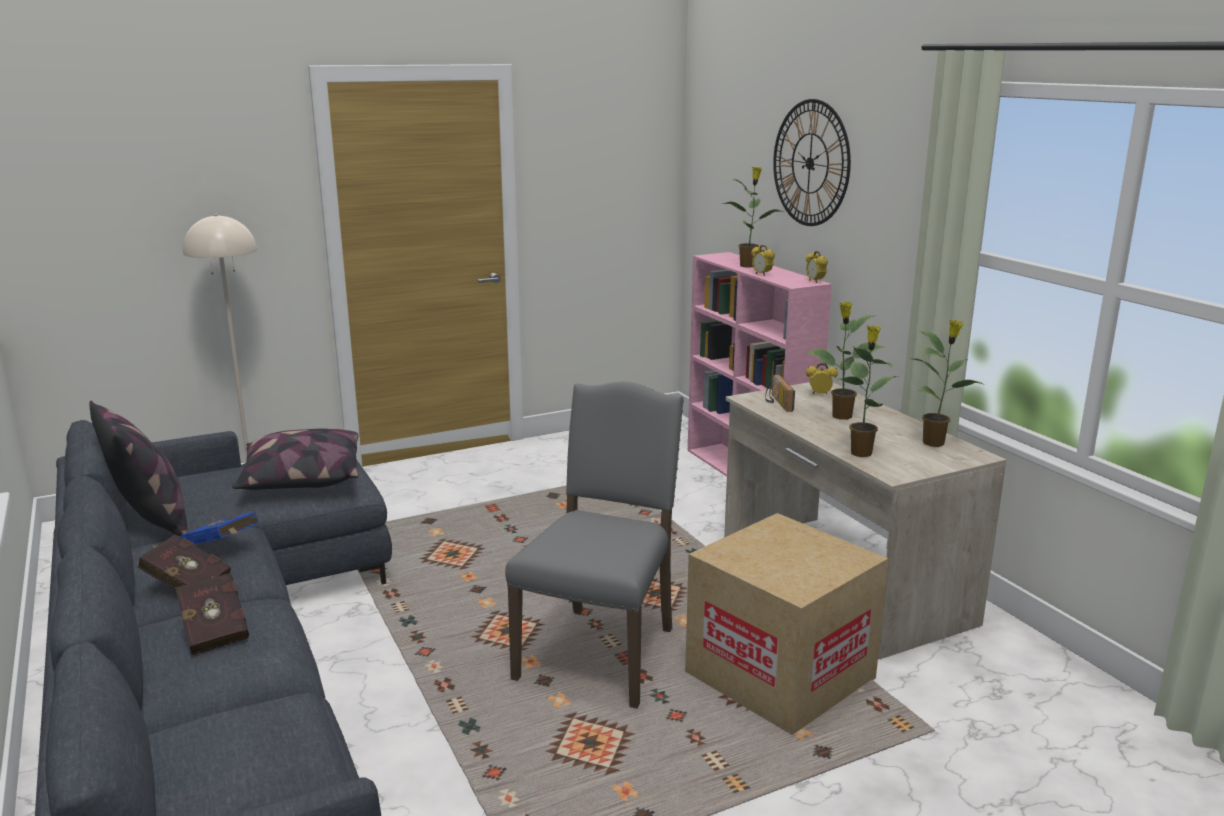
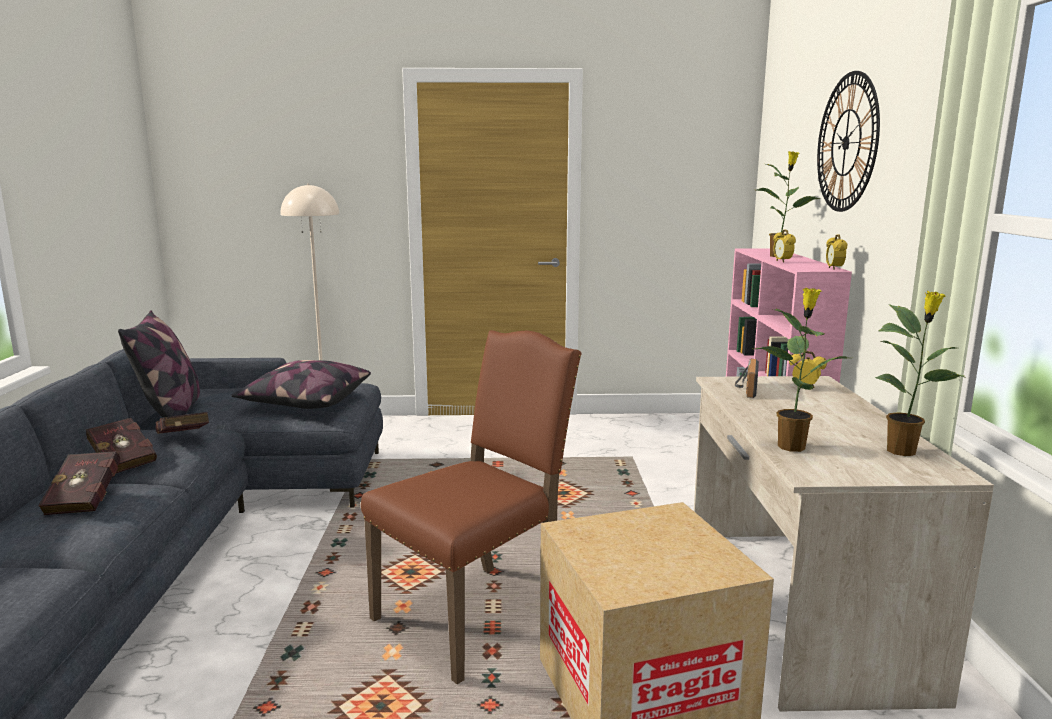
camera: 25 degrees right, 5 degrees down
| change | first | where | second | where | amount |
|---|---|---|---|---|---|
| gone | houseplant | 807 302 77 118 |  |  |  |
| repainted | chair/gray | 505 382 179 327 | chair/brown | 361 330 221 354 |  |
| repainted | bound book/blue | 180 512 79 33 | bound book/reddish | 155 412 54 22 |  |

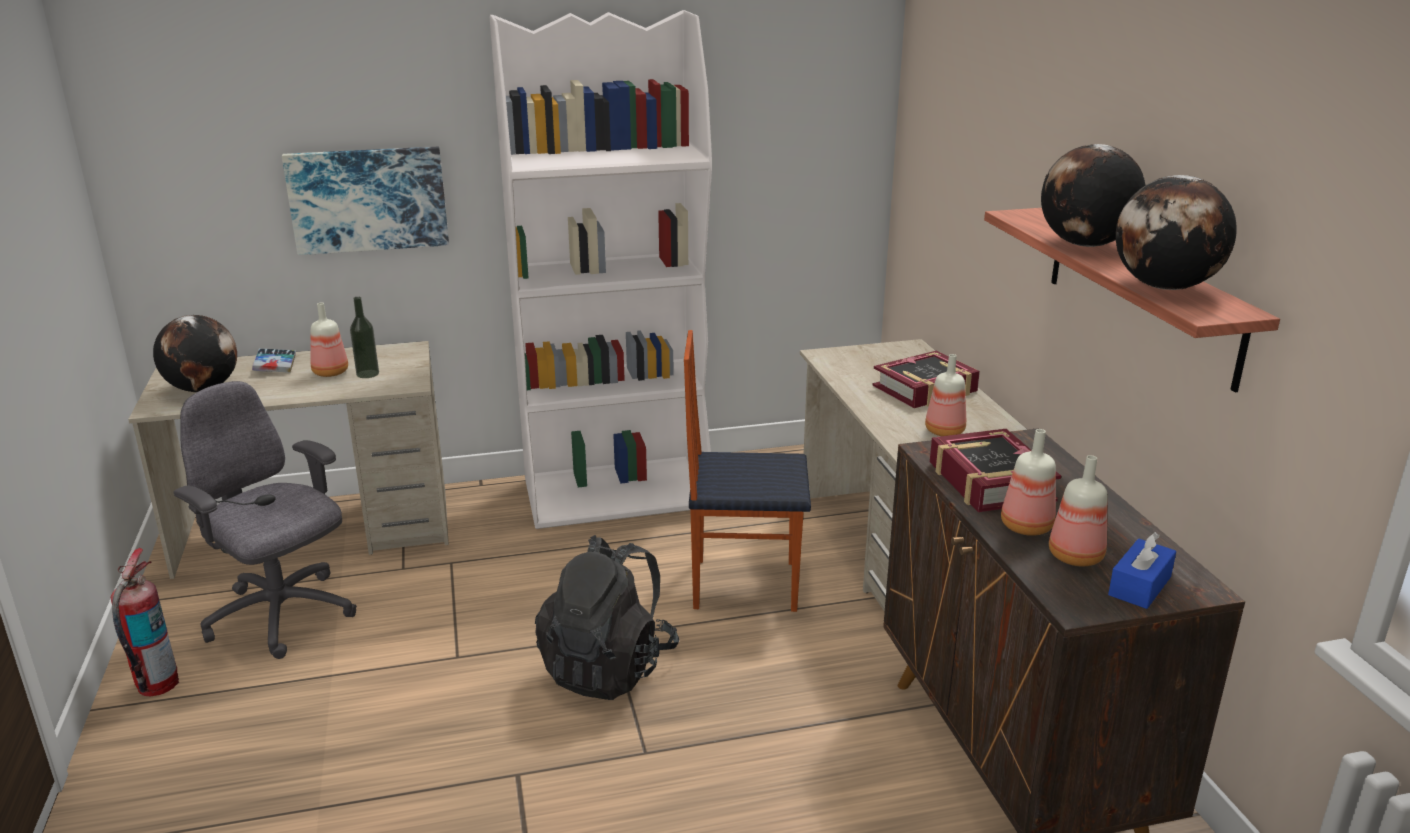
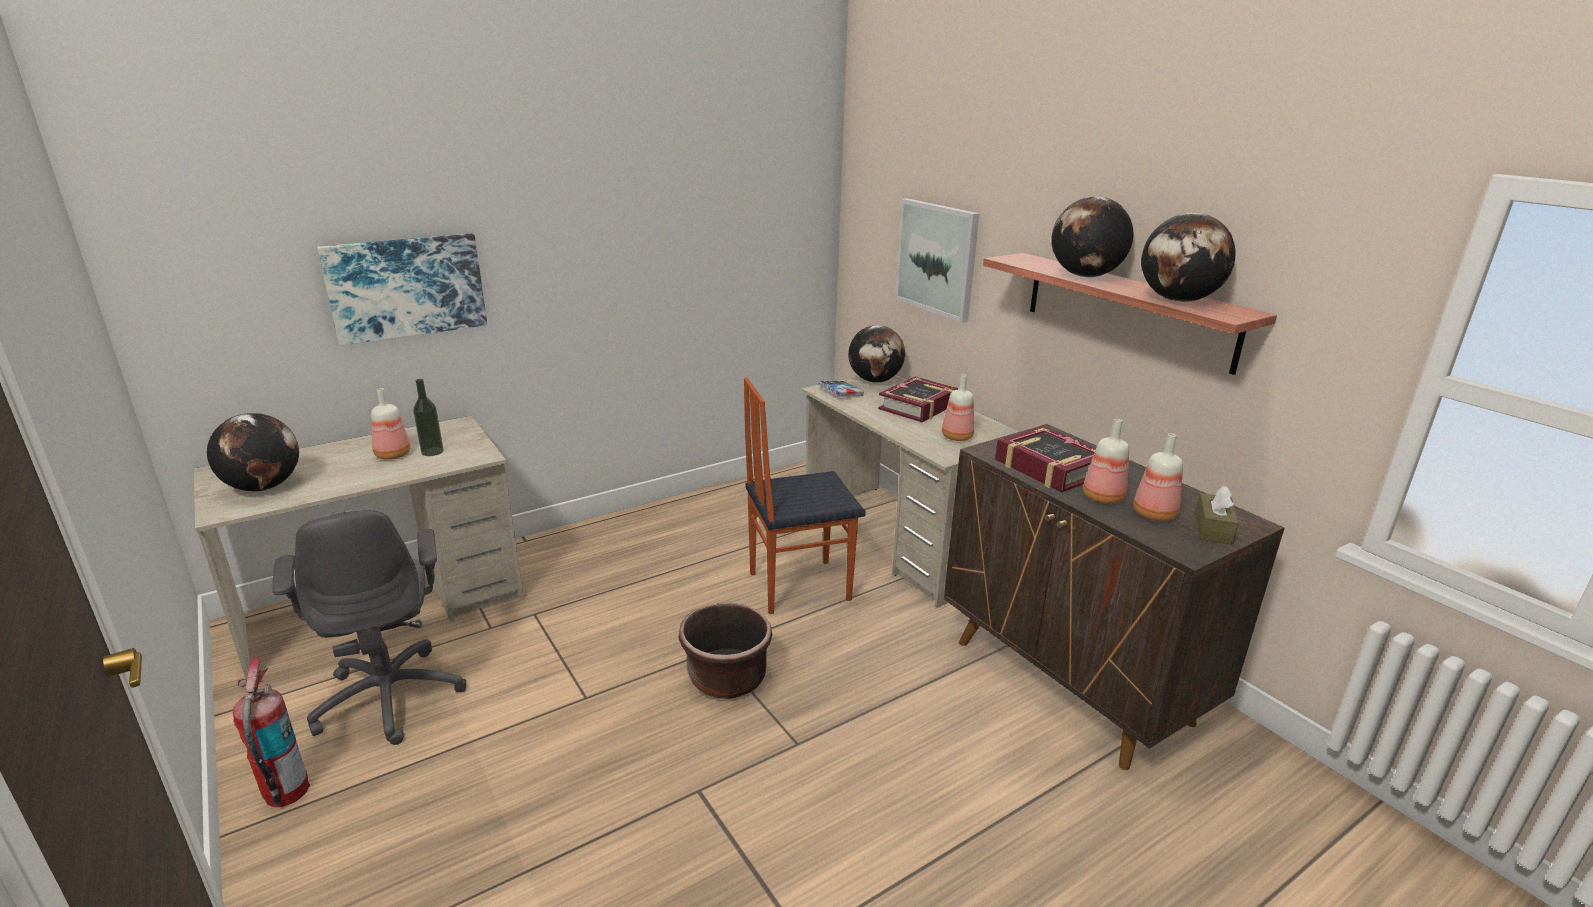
camera: 20 degrees left, 0 degrees up
| change | first | where | second | where | amount |
|---|---|---|---|---|---|
| gone | bookshelf/whitish | 490 10 222 519 |  |  |  |
| shifted | bound book | 252 348 44 25 |  | 818 380 46 17 |  |
| rotated | computer chair/gray | 173 381 184 278 |  | 272 509 194 236 | 135 degrees counterclockwise |
| repainted | tissue holder/blue | 1108 532 68 77 | tissue holder/brown | 1195 485 44 60 |  |
| swapped | rucksack/blackish | 535 535 144 165 | planter/brown | 678 603 94 96 |  |
| new |  |  | wall picture | 895 198 85 125 |  |
| new |  |  | globe | 848 325 57 58 |  |

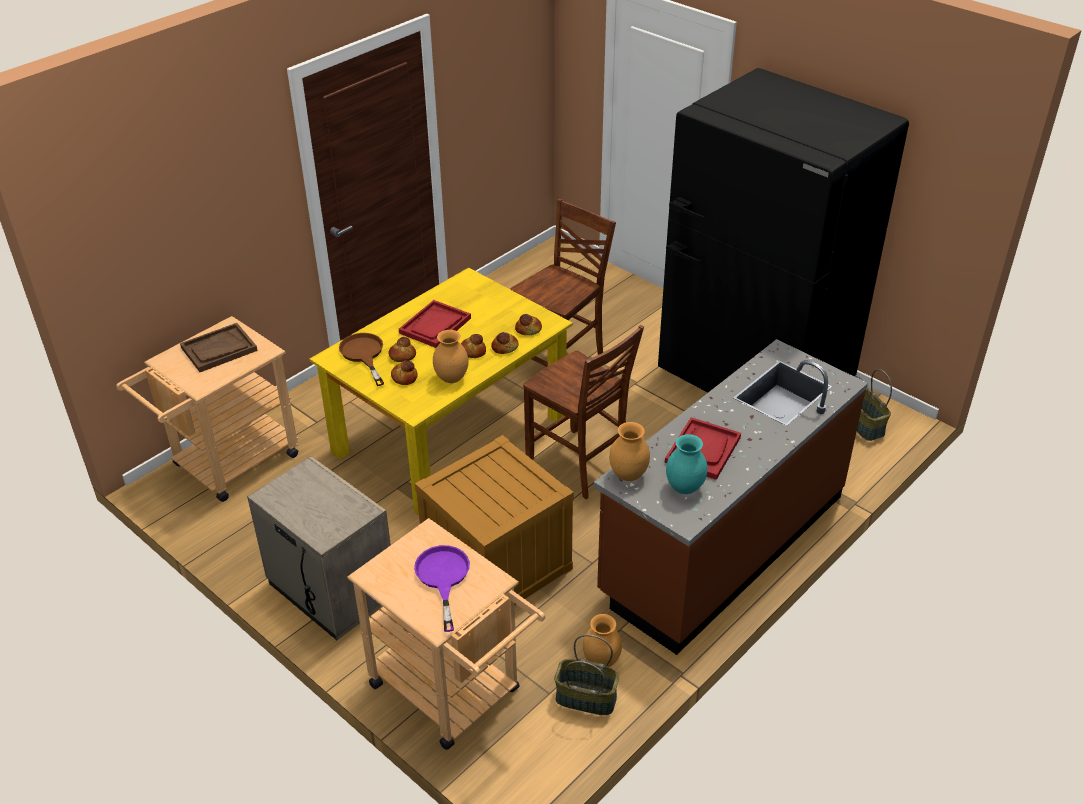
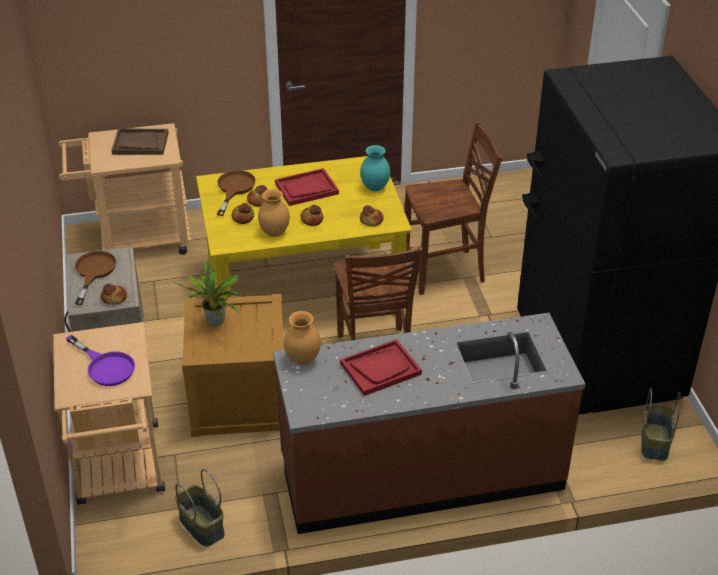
camera: 35 degrees right, 0 degrees up
| change | first | where | second | where | amount |
|---|---|---|---|---|---|
| shifted | bread | 491 332 28 22 |  | 101 284 26 21 |  |
| shifted | decorative vase/blue-green | 666 434 42 60 |  | 360 145 30 46 |  |
| rotated | skillet/purple-coloured | 414 545 56 87 |  | 66 335 69 51 | 105 degrees clockwise |
| gone | decorative vase/brown | 583 614 39 53 |  |  |  |
| new |  |  | skillet/brown | 75 251 42 54 |  |
| new |  |  | houseplant | 174 261 66 65 |  |

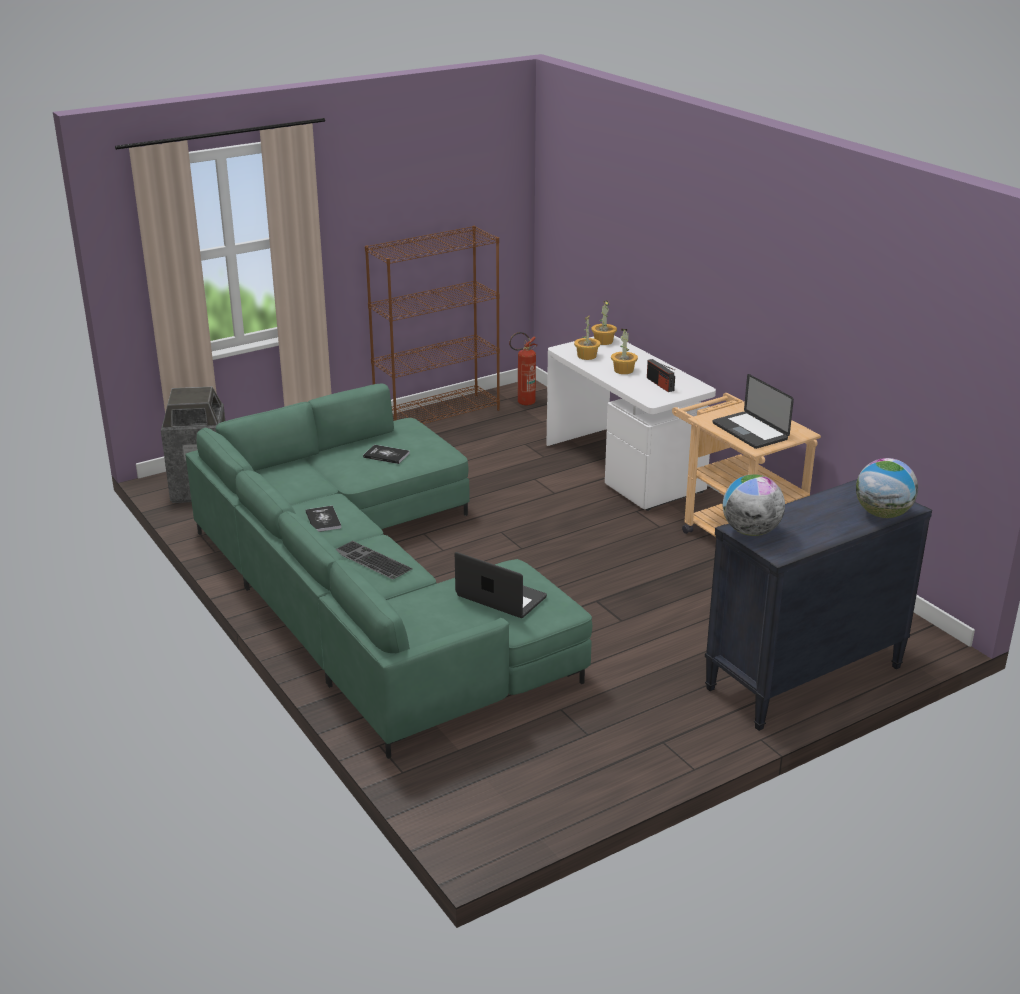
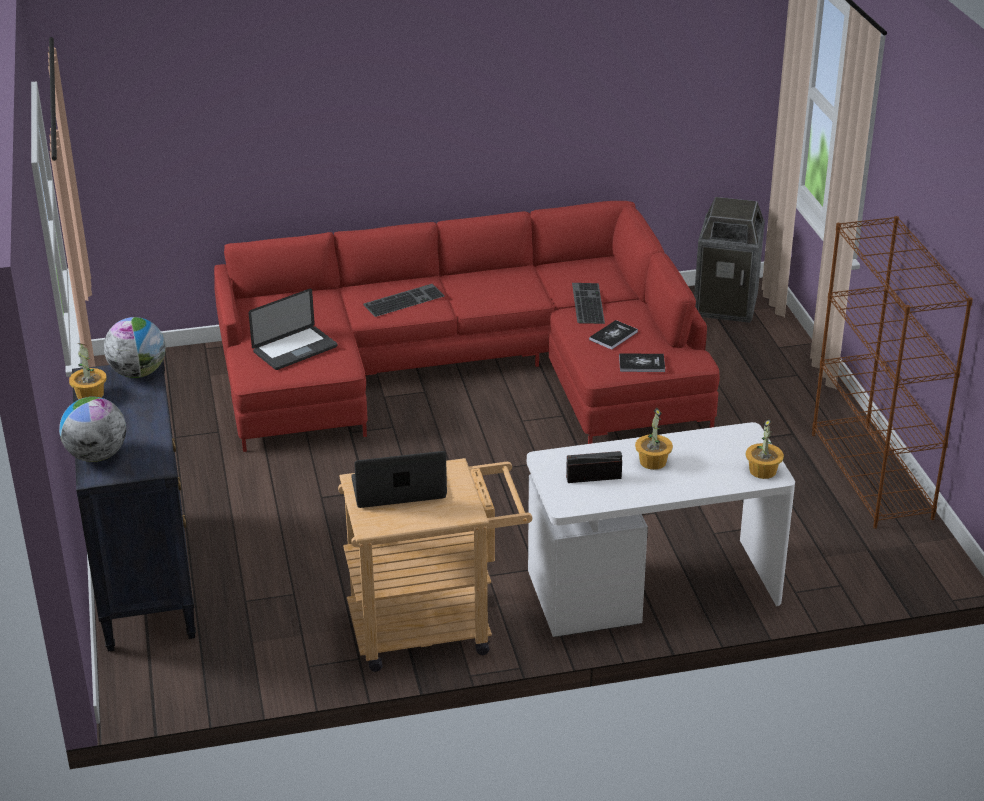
camera: 110 degrees right, 5 degrees up
| change | first | where | second | where | amount |
|---|---|---|---|---|---|
| shifted | houseplant | 574 315 27 45 |  | 69 343 38 56 |  |
| gone | fire-fighting cylinder | 509 332 28 73 |  |  |  |
| repainted | settee/green | 185 384 407 375 | settee/reddish | 214 201 506 251 |  |
| shifted | bound book | 306 505 35 27 |  | 619 353 46 19 |  |
| new |  |  | keyboard | 572 283 33 41 |  |

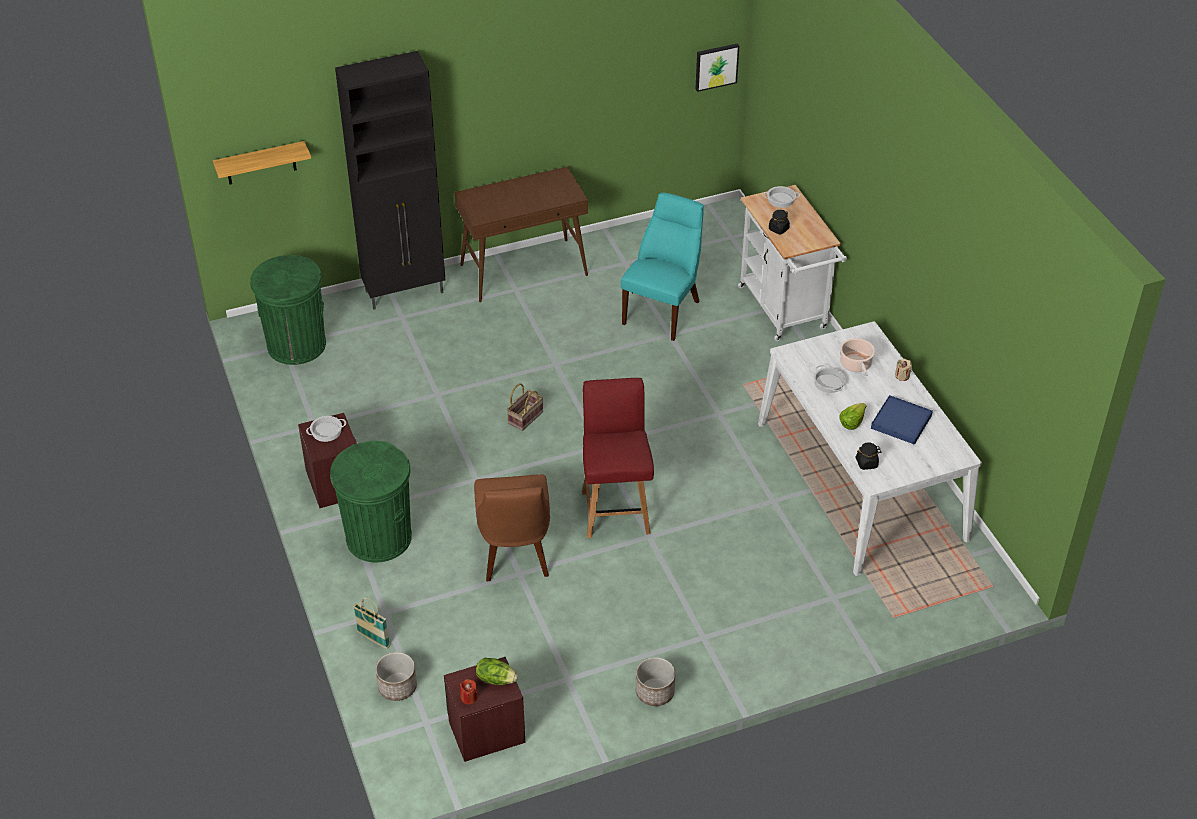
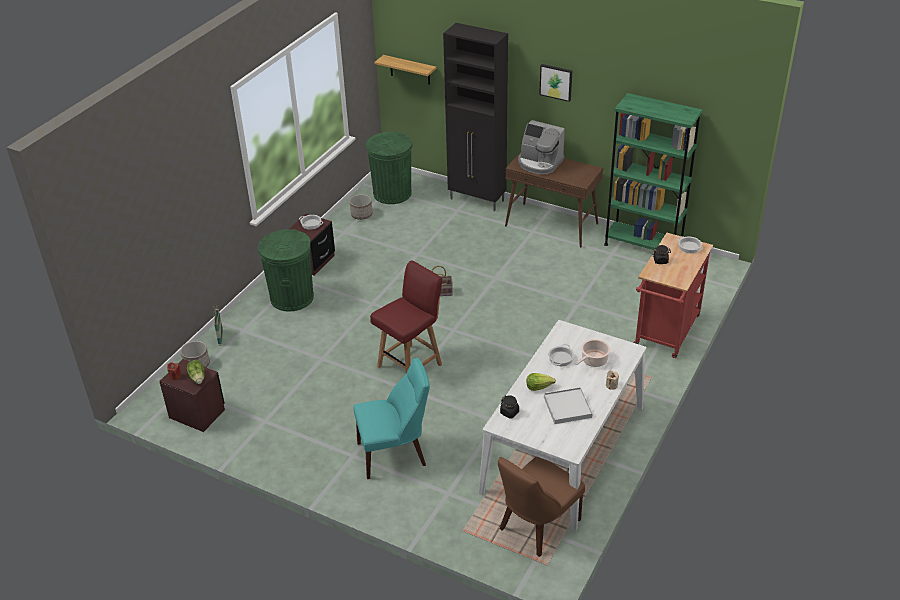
camera: 50 degrees right, 5 degrees down
| change | first | where | second | where | amount |
|---|---|---|---|---|---|
| shifted | wall picture | 695 43 44 49 |  | 539 64 34 38 |  |
| repainted | trolley/whitish | 738 185 109 156 | trolley/reddish | 633 233 80 125 |  |
| shifted | chair/blue-green | 621 193 83 148 |  | 353 358 77 121 |  |
| repainted | carrying tray/blue | 871 395 62 50 | carrying tray/whitish | 544 387 49 37 |  |
| shifted | chair/brown | 474 474 76 107 |  | 498 456 87 101 |  |
| shifted | planter | 636 657 40 49 |  | 350 194 22 26 |  |
| new |  |  | bookshelf/green | 604 93 99 157 |  |
| new |  |  | coffee machine | 518 120 47 55 |  |

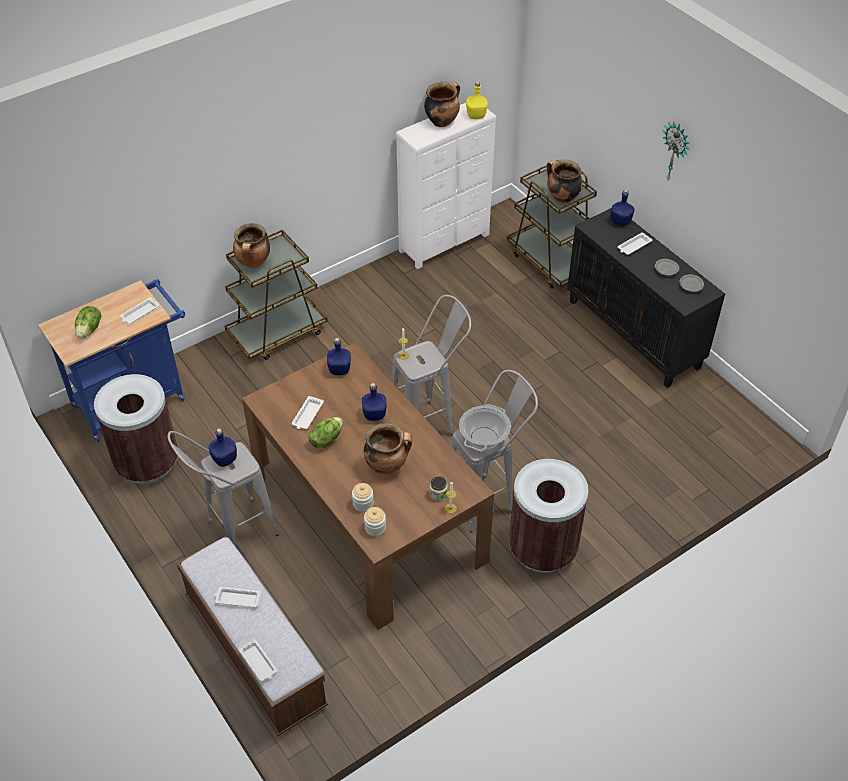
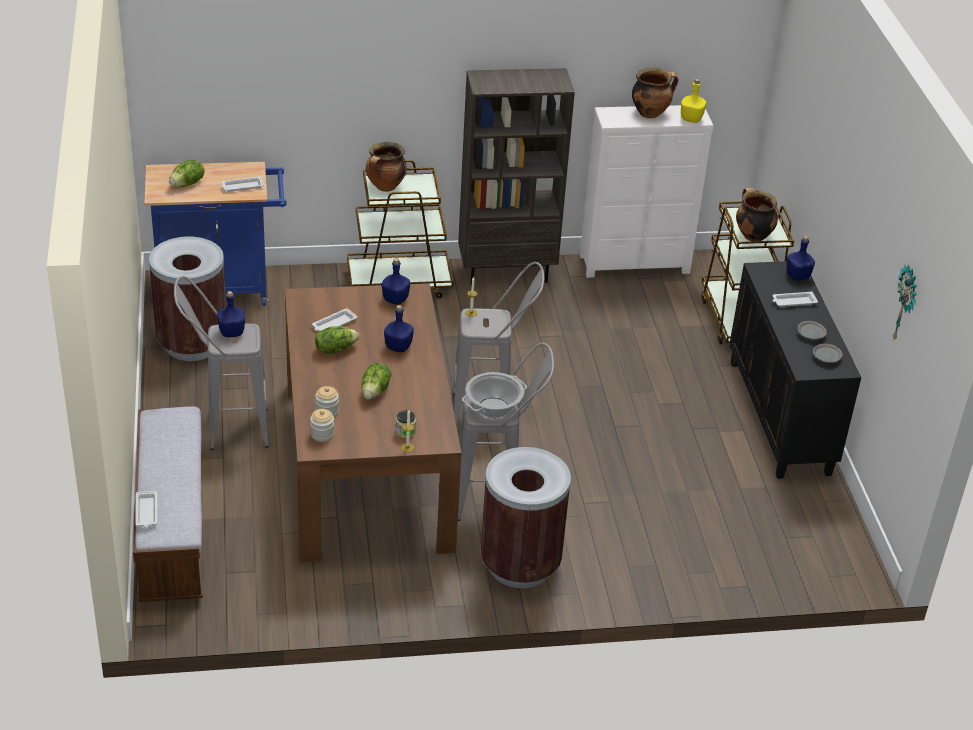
camera: 25 degrees right, 10 degrees down
| change | first | where | second | where | amount |
|---|---|---|---|---|---|
| shifted | hanging clock | 662 121 27 59 |  | 892 264 25 76 |  |
| swapped | saucepot | 364 423 48 51 | lettuce | 362 363 29 36 |  |
| gone | carrying tray/whitish | 215 587 46 20 |  |  |  |
| new |  |  | bookshelf/brown | 458 68 117 218 |  |

